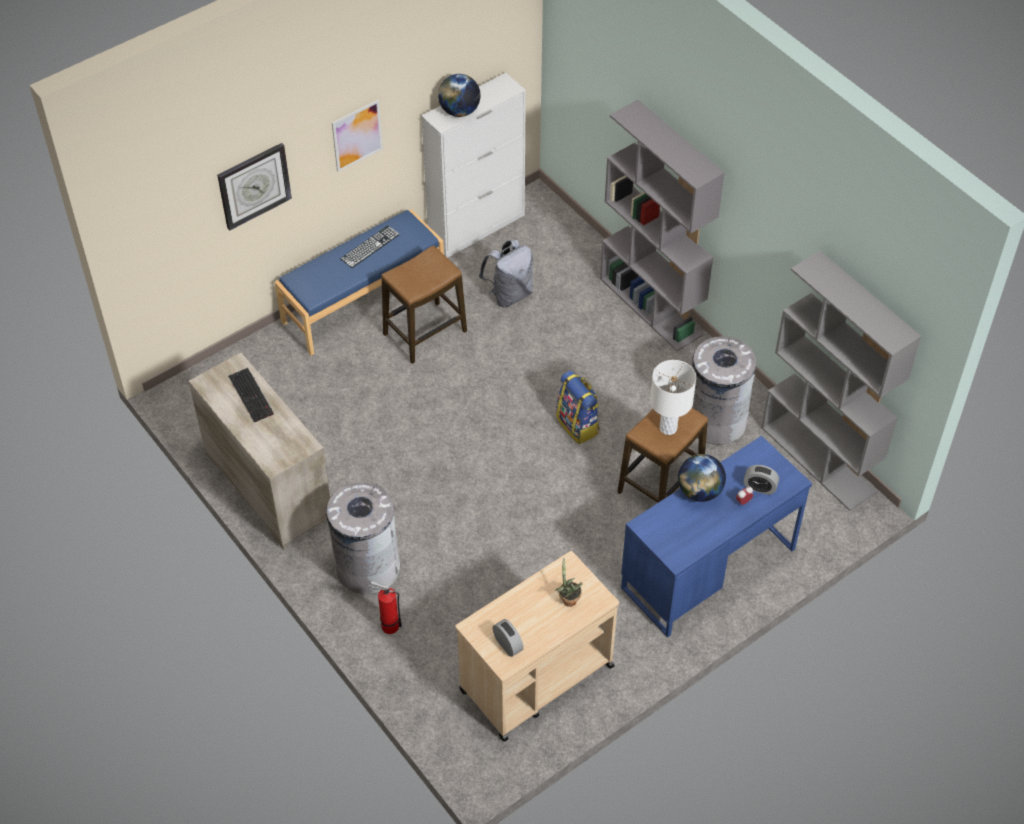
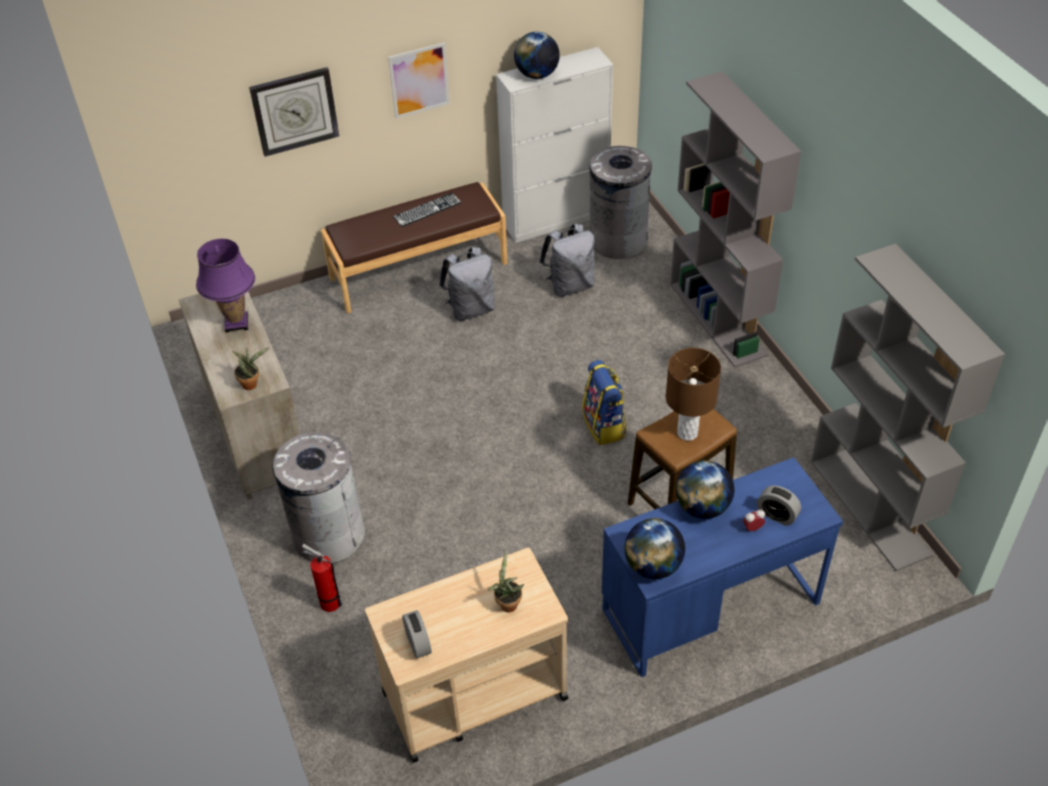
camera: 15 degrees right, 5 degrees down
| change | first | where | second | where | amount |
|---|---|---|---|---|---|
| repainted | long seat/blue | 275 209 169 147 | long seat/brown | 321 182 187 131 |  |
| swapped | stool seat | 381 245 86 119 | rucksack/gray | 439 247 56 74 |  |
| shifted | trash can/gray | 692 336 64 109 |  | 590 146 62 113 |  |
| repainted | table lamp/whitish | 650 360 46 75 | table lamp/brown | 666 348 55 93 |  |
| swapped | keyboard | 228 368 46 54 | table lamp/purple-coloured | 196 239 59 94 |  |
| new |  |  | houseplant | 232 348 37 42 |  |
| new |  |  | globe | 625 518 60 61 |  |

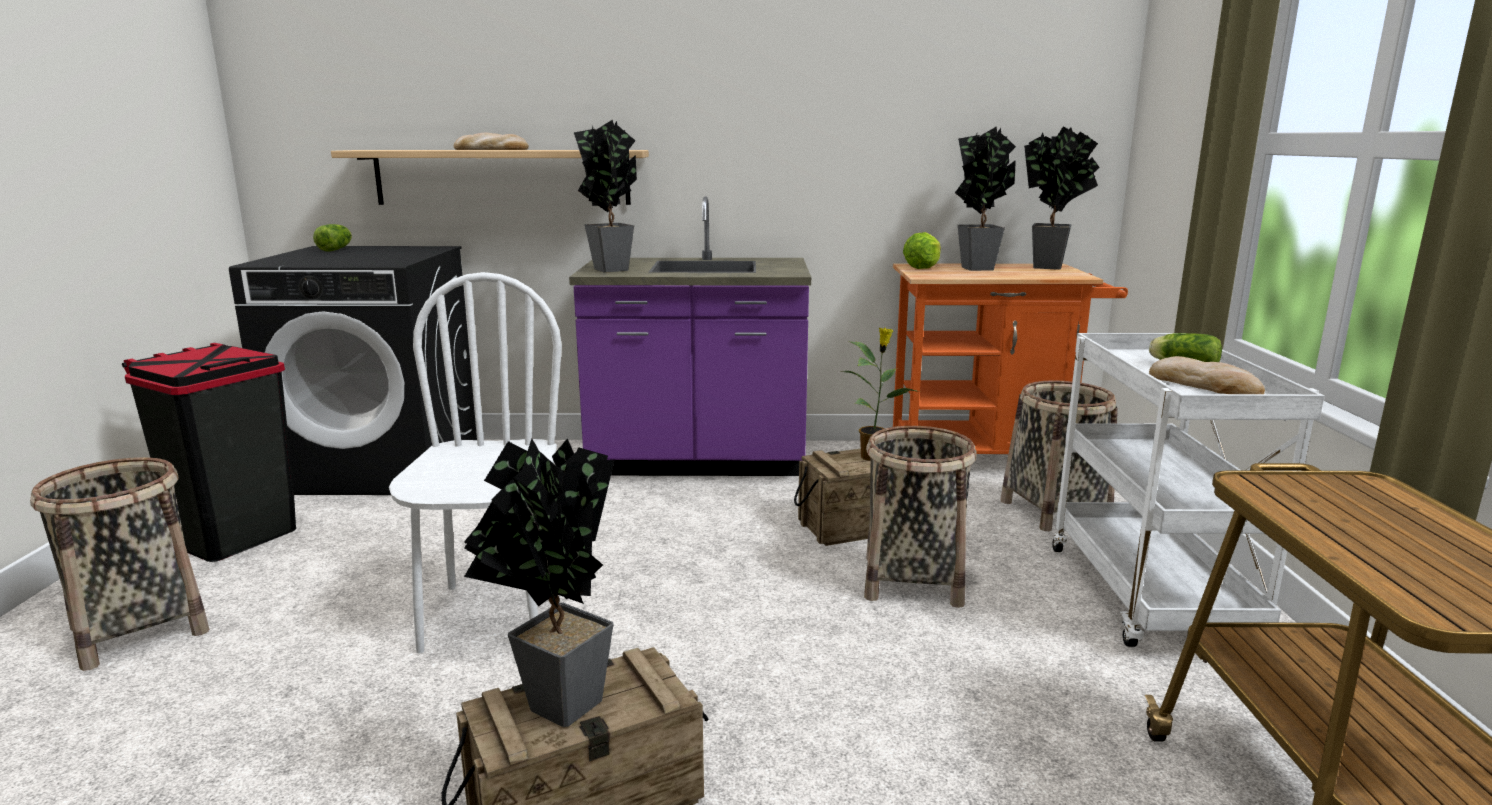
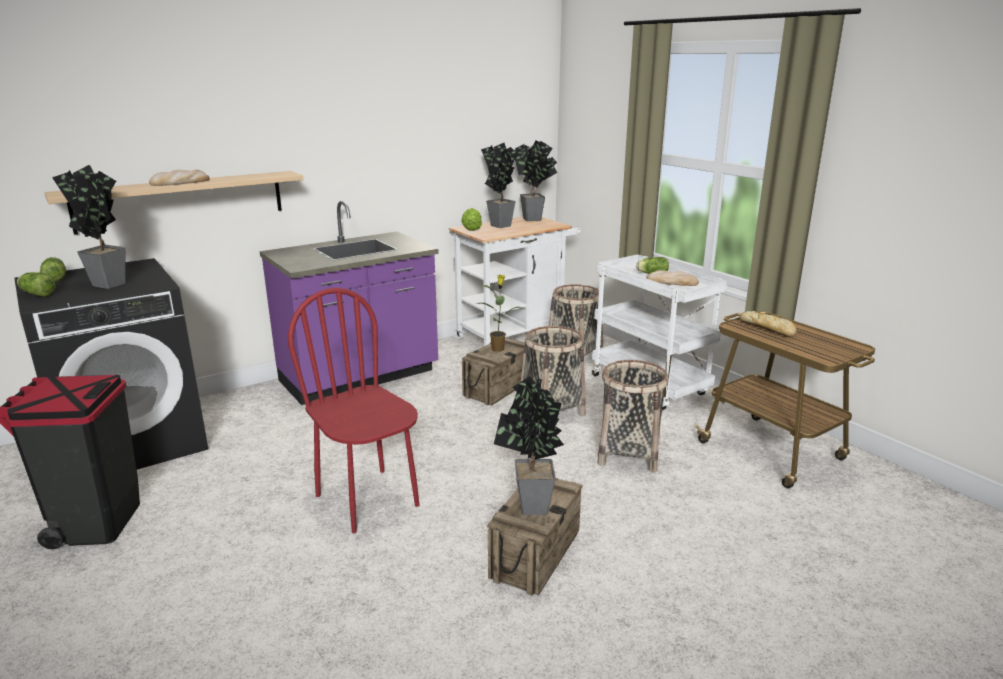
camera: 35 degrees left, 5 degrees up
| change | first | where | second | where | amount |
|---|---|---|---|---|---|
| shifted | houseplant | 574 120 63 152 |  | 52 164 73 125 |  |
| repainted | trolley/orange | 893 264 235 190 | trolley/whitish | 449 217 132 129 |  |
| repainted | chair/whitish | 389 272 173 381 | chair/reddish | 288 288 131 245 |  |
| shifted | household basket | 30 457 179 214 |  | 597 360 72 112 |  |
| new |  |  | lettuce | 17 272 39 25 |  |
| new |  |  | bread | 739 311 58 26 |  |

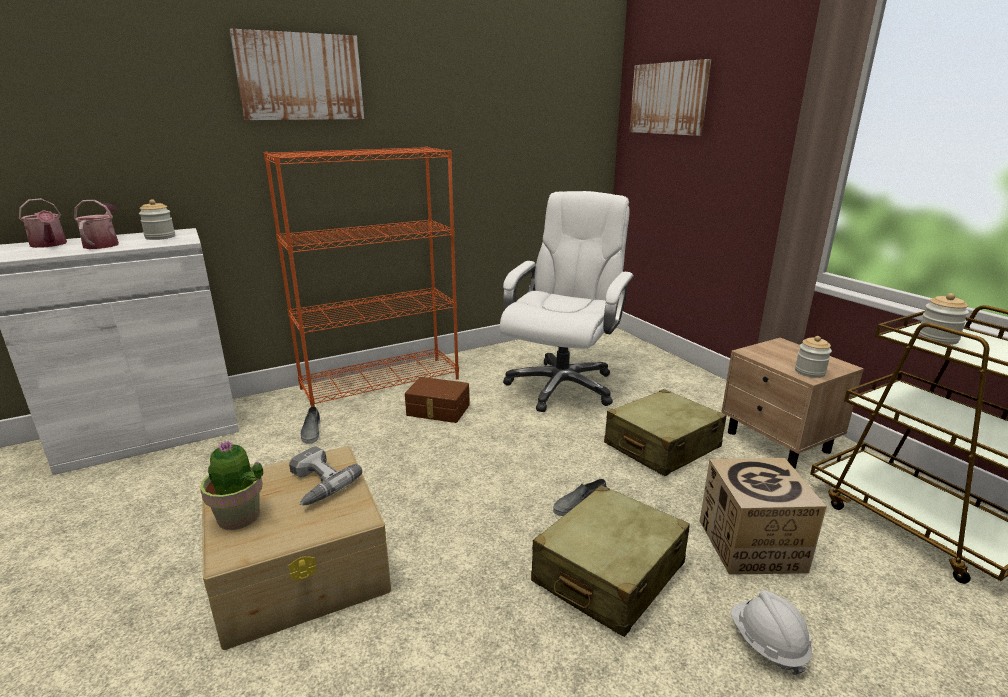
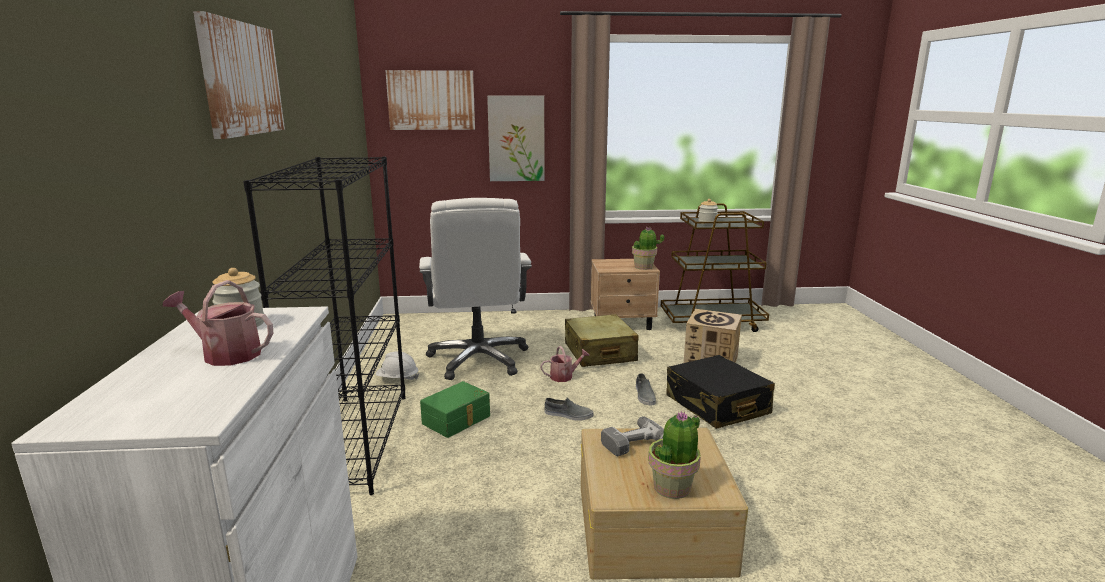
camera: 65 degrees left, 5 degrees down
| change | first | where | second | where | amount |
|---|---|---|---|---|---|
| repainted | bookshelf/orange | 263 147 196 260 | bookshelf/blackish | 243 157 163 338 |  |
| rotated | computer chair/whitish | 500 191 134 221 |  | 419 198 113 182 | 150 degrees counterclockwise |
| shifted | watering pot | 19 198 48 50 |  | 540 346 50 36 |  |
| swapped | storage jar | 795 336 37 42 | houseplant | 632 227 32 43 |  |
| repainted | storage bin/brown | 405 377 65 46 | storage bin/green | 420 381 70 57 |  |
| shifted | shoe/gray | 301 406 19 38 |  | 544 398 49 23 |  |
| repainted | travel case/sand-coloured | 531 485 159 152 | travel case/blackish | 666 355 109 74 |  |
| shifted | hard hat/whitish | 731 590 81 85 |  | 376 351 43 29 |  |
| new |  |  | wall picture | 487 96 58 85 |  |

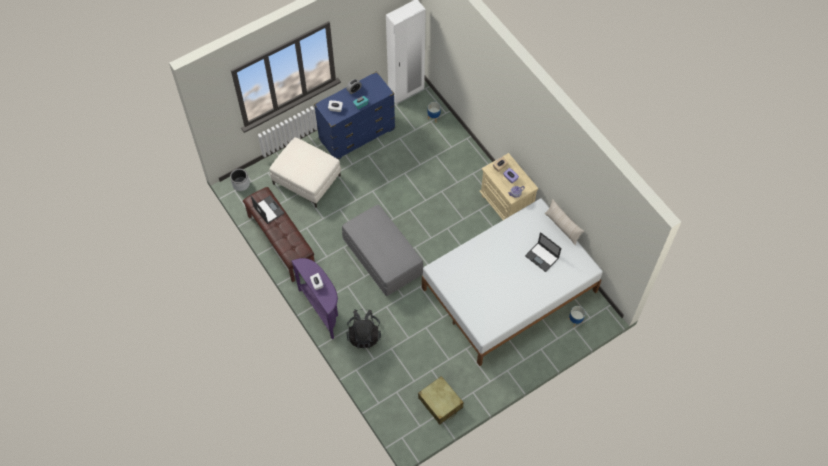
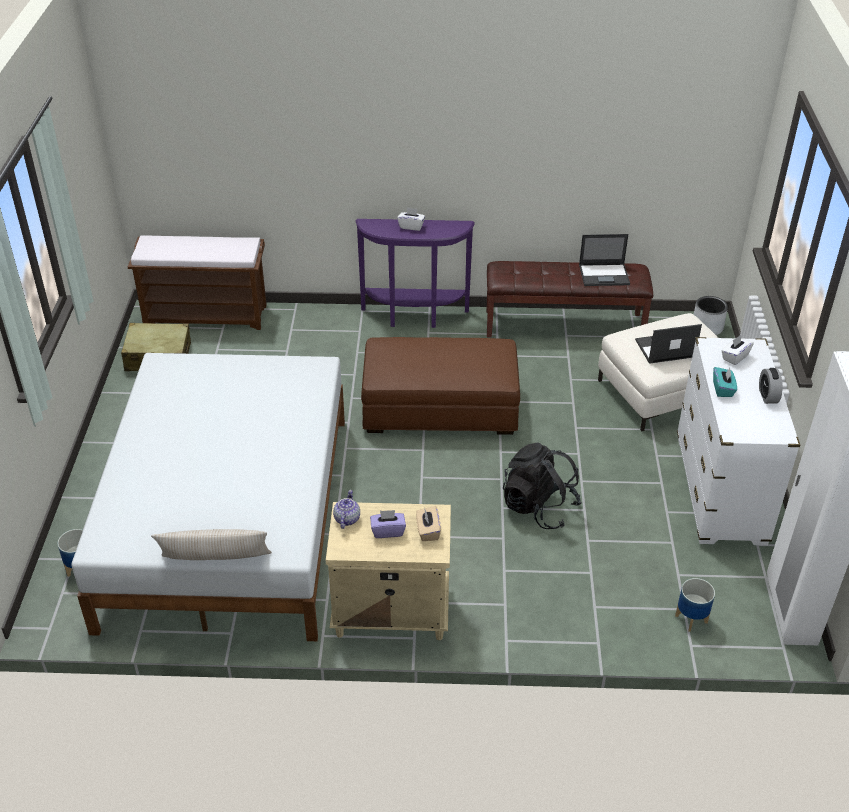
camera: 125 degrees right, 20 degrees down
| change | first | where | second | where | amount |
|---|---|---|---|---|---|
| repainted | chest of drawers/blue | 314 71 81 89 | chest of drawers/whitish | 677 337 123 209 |  |
| repainted | ottoman/gray | 342 205 81 91 | ottoman/brown | 361 337 159 98 |  |
| shifted | portable computer | 525 232 36 40 |  | 635 324 67 40 |  |
| shifted | rucksack/blackish | 346 309 35 39 |  | 503 442 79 87 |  |
| new |  |  | long seat/brown | 128 235 139 95 |  |

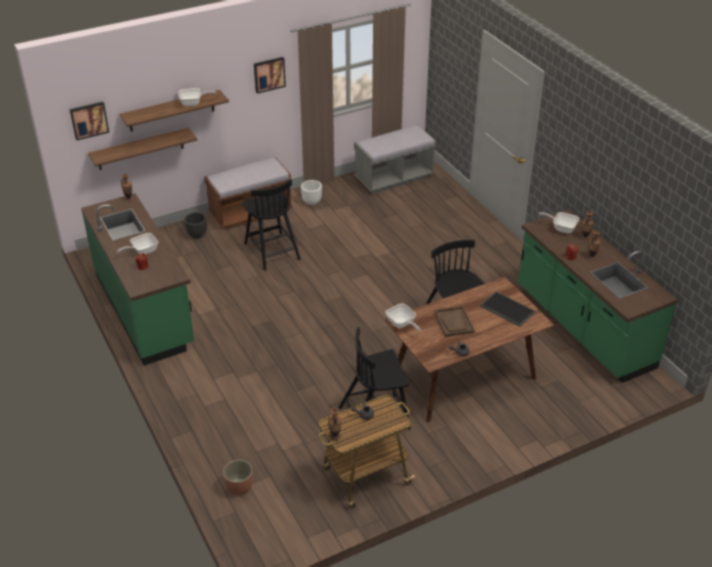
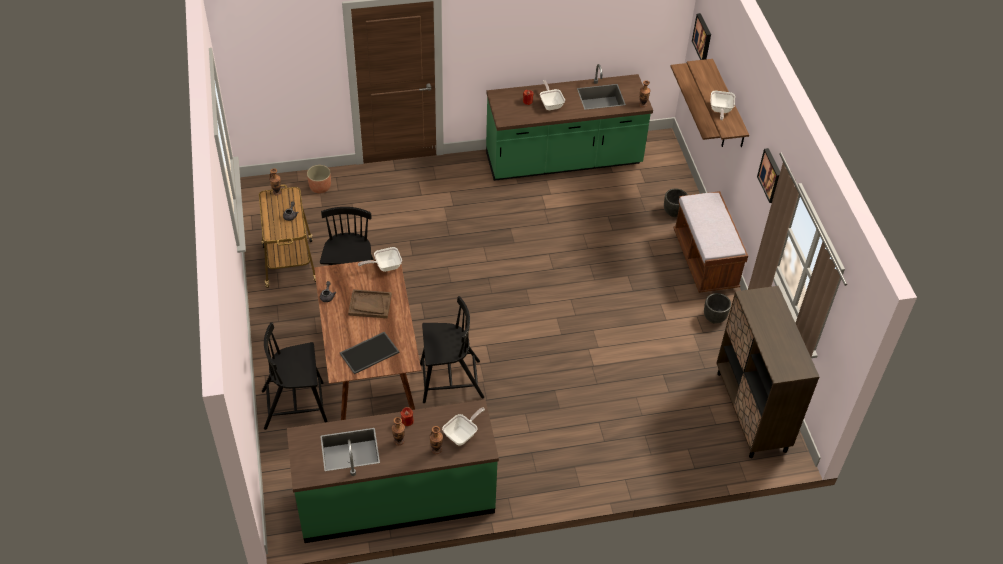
camera: 105 degrees right, 10 degrees up
| change | first | where | second | where | amount |
|---|---|---|---|---|---|
| swapped | long seat/gray | 354 125 82 69 | cabinet/brown | 716 286 103 172 |  |
| shifted | chair/blackish | 241 179 60 92 |  | 262 322 65 108 |  |
| repainted | planter/whitish | 301 180 21 25 | planter/blackish | 704 293 27 31 |  |

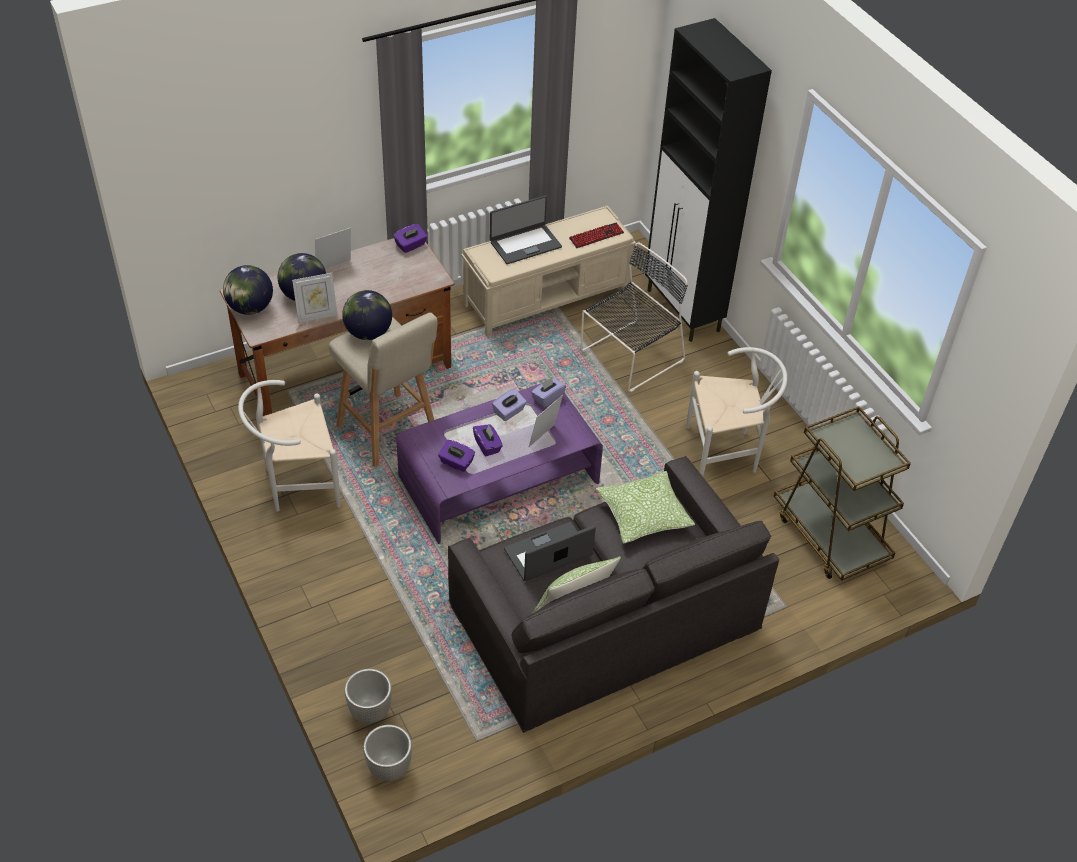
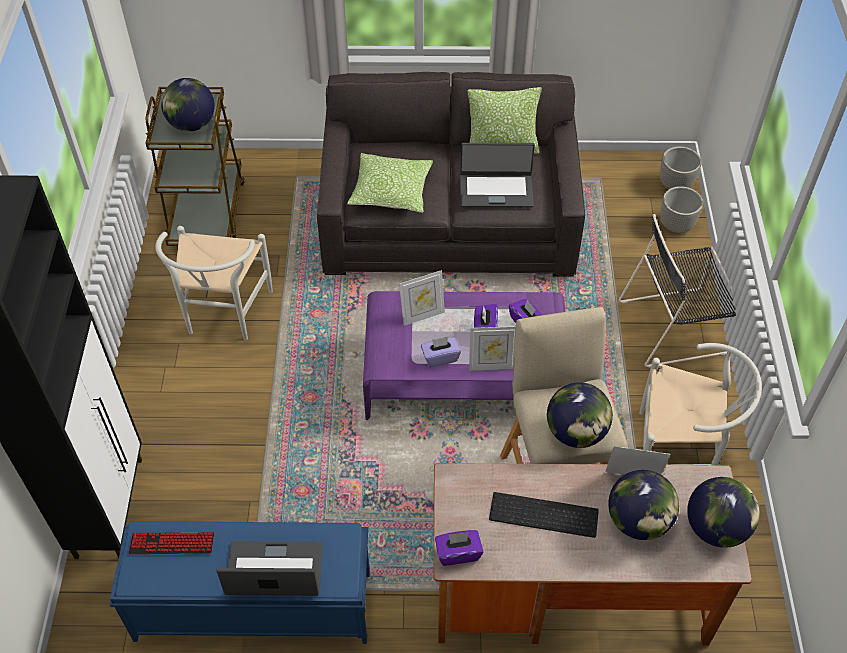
camera: 150 degrees left, 5 degrees up
| change | first | where | second | where | amount |
|---|---|---|---|---|---|
| repainted | long seat/sand-coloured | 461 206 175 131 | long seat/blue | 110 521 260 123 |  |
| shifted | picture frame | 315 228 36 41 |  | 469 326 46 45 |  |
| shifted | chair/blackish | 580 242 108 150 |  | 618 214 118 154 |  |
| rotated | chair/whitish | 686 347 102 129 |  | 155 226 118 114 | 105 degrees counterclockwise |
| gone | tissue holder/purple-coloured | 531 377 35 31 |  |  |  |
| new |  |  | globe | 161 78 54 53 |  |
| new |  |  | keyboard | 489 492 110 46 |  |

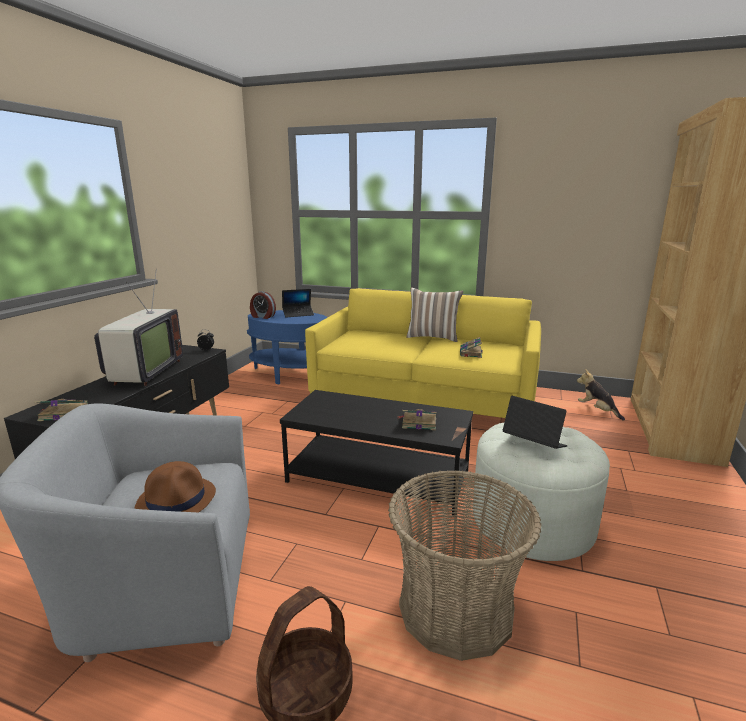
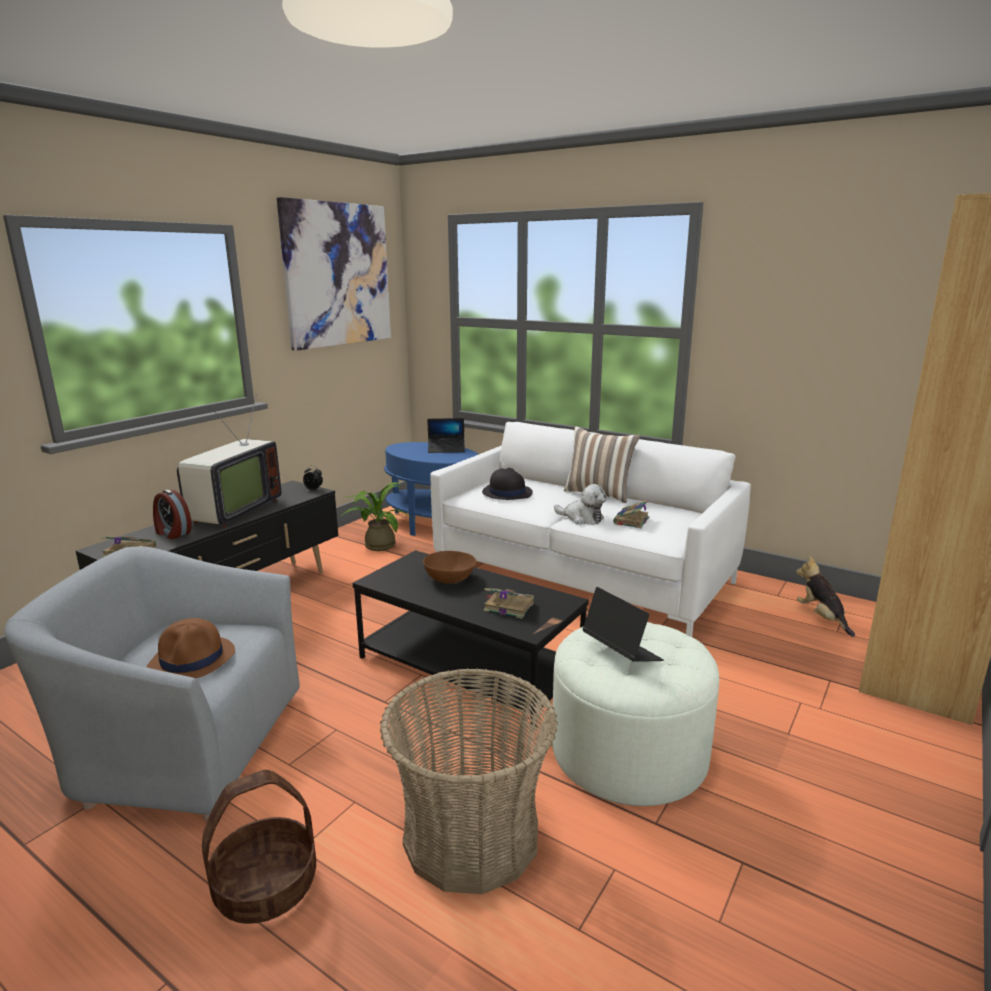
camera: 15 degrees right, 0 degrees up
| change | first | where | second | where | amount |
|---|---|---|---|---|---|
| repainted | settee/yellowish | 305 288 236 130 | settee/whitish | 430 422 321 215 |  |
| shifted | table clock | 250 291 26 28 |  | 153 490 38 49 |  |
| new |  |  | wall picture | 277 197 114 154 |  |
| new |  |  | hat/blackish | 482 468 51 32 |  |
| new |  |  | houseplant | 339 482 74 69 |  |
| new |  |  | plush toy | 554 484 52 41 |  |
| new |  |  | serving bowl/brown | 423 551 53 33 |  |

